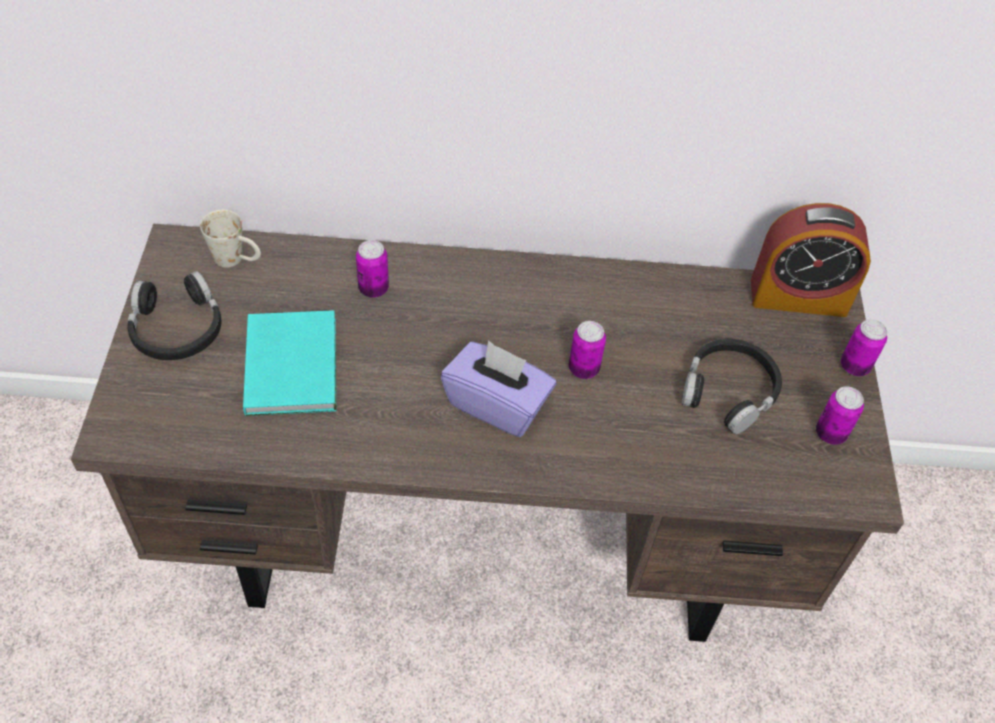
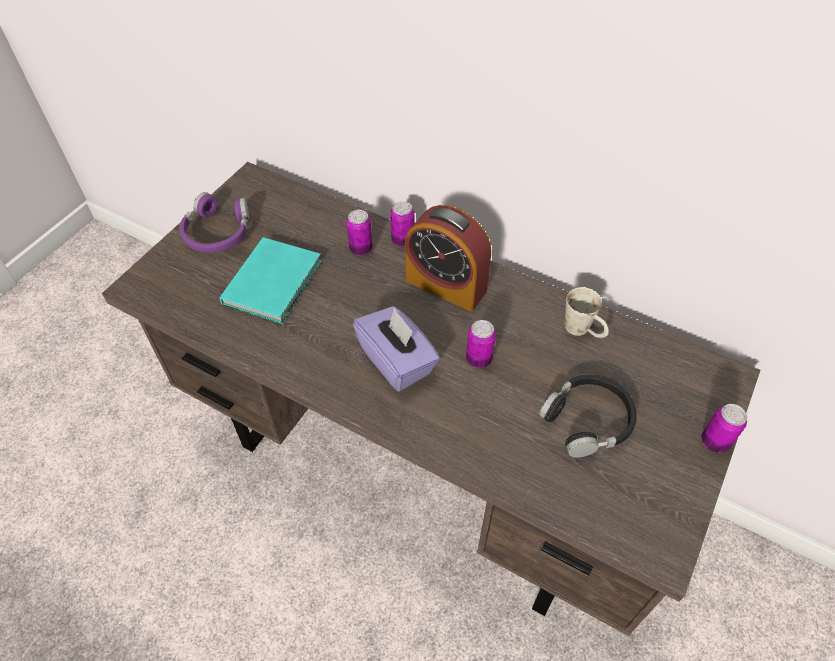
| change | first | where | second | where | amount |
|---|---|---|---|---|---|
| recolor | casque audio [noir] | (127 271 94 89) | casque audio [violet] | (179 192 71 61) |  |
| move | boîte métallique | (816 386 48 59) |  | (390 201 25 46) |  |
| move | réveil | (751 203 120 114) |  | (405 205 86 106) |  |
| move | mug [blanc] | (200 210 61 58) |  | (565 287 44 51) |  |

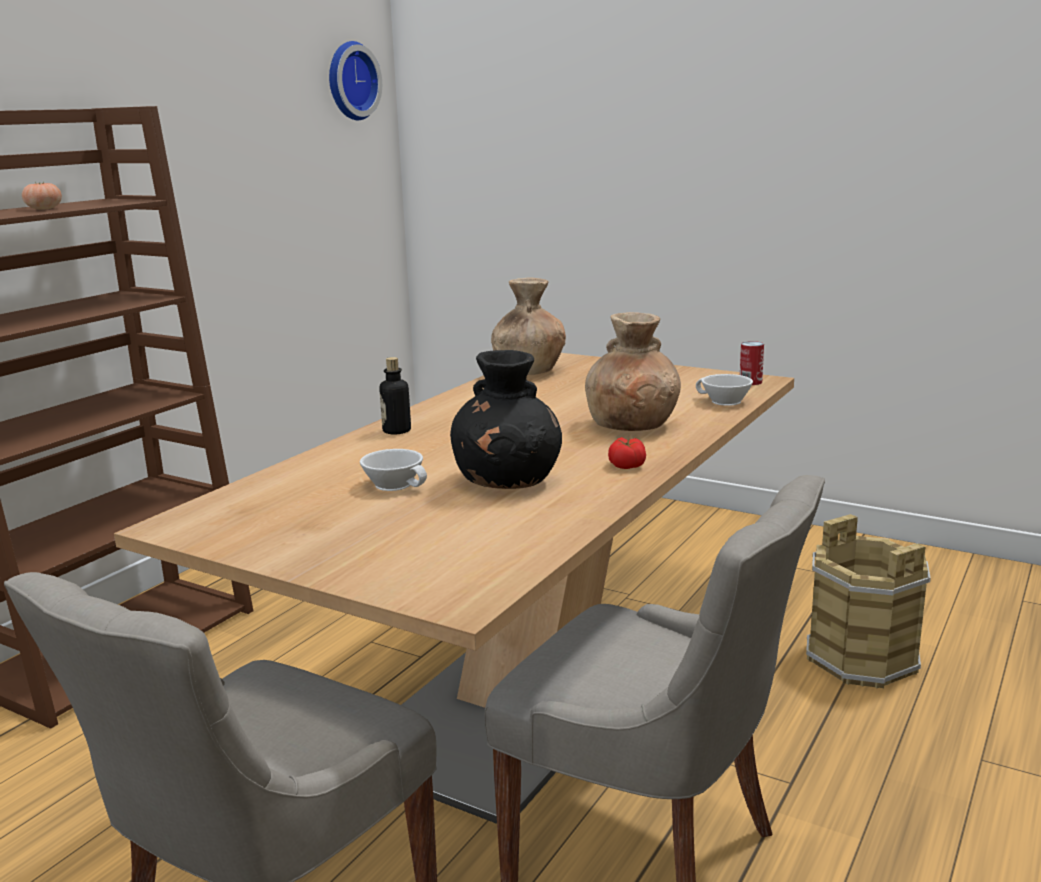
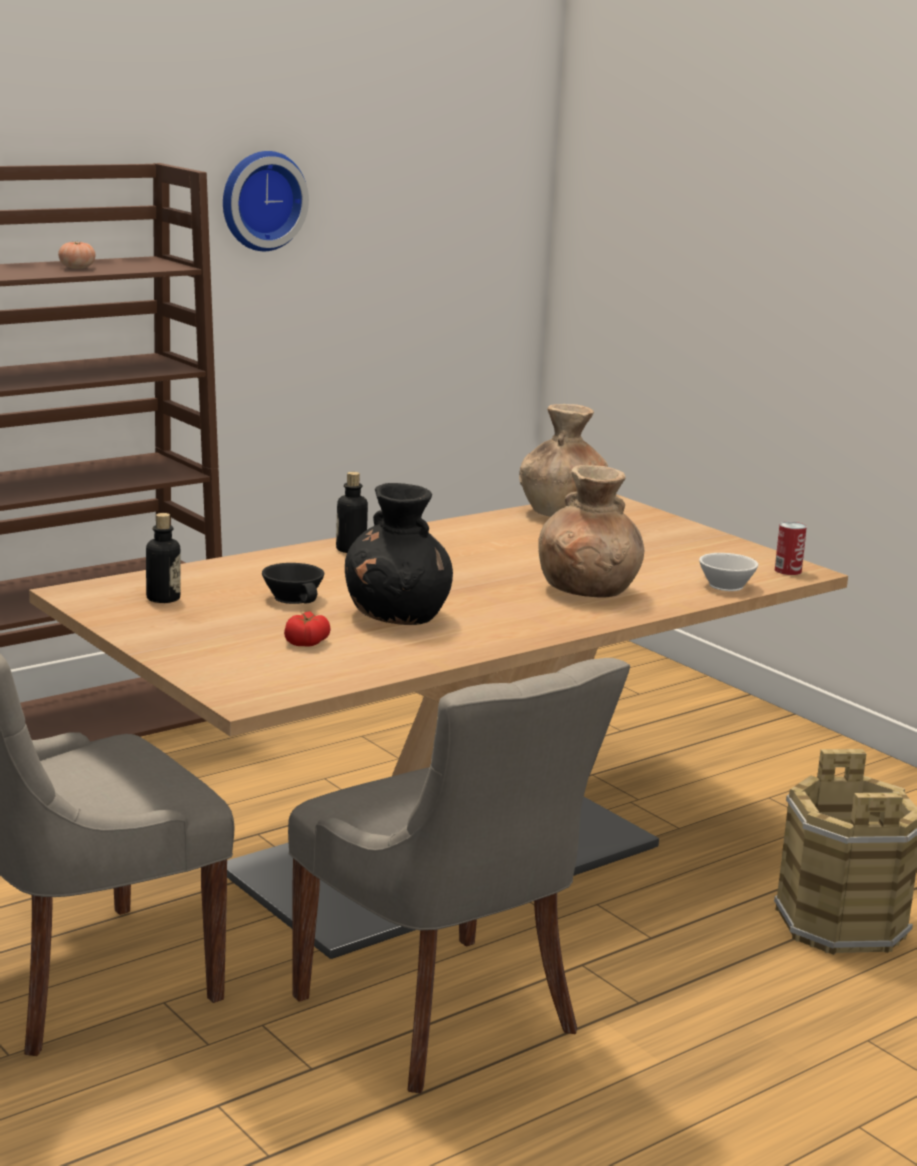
| change | first | where | second | where | amount |
|---|---|---|---|---|---|
| insert |  |  | bouteille | (146 513 35 90) |  |
| move | horloge murale | (329 41 53 79) |  | (223 151 86 100) |  |
| recolor | tasse [blanc] | (360 449 67 42) | tasse [noir] | (262 563 62 41) |  |
| move | tomate | (608 437 38 32) |  | (284 612 47 35) |  |

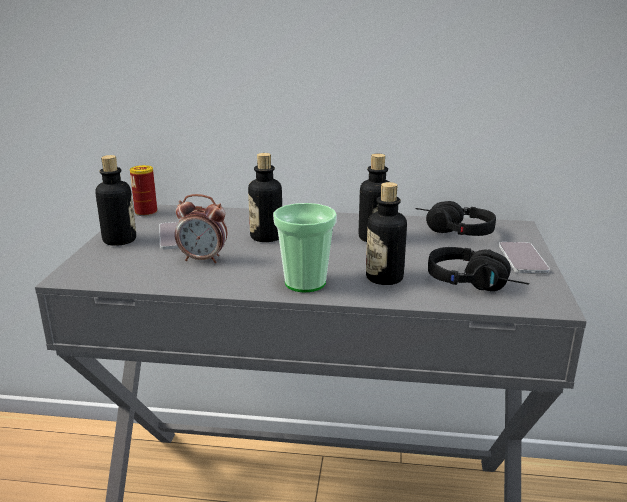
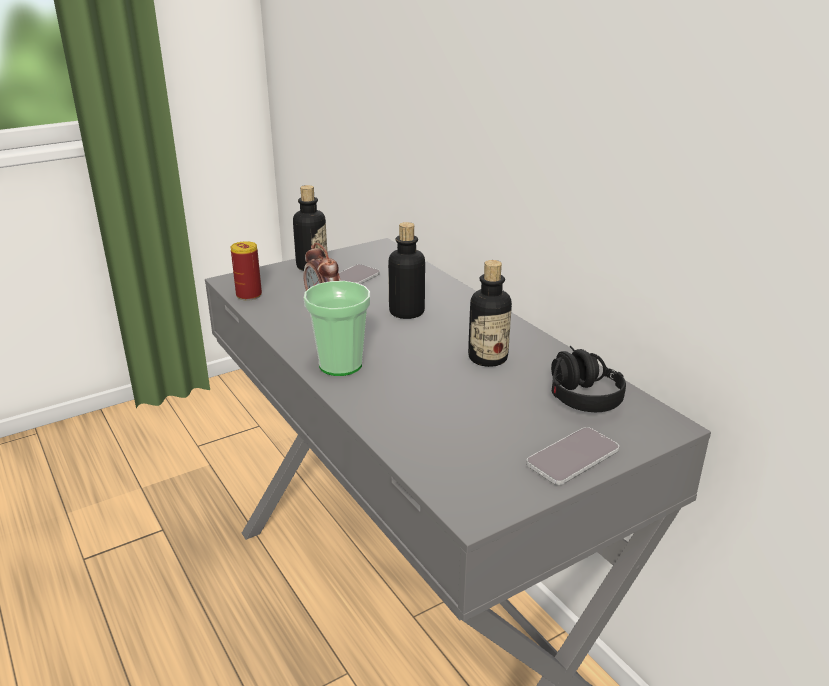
| change | first | where | second | where | amount |
|---|---|---|---|---|---|
| move | boîte métallique | (130 165 27 51) |  | (230 241 32 60) |  |
| delete | bouteille | (366 182 41 103) |  |  |  |
| delete | casque audio [noir] | (428 247 101 44) |  |  |  |

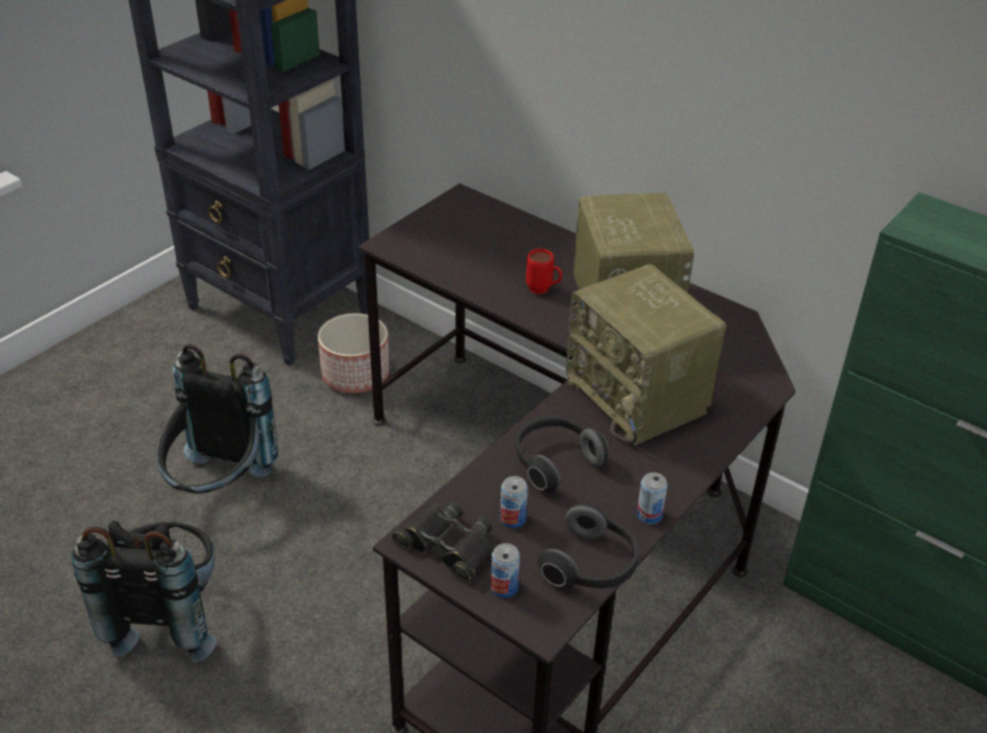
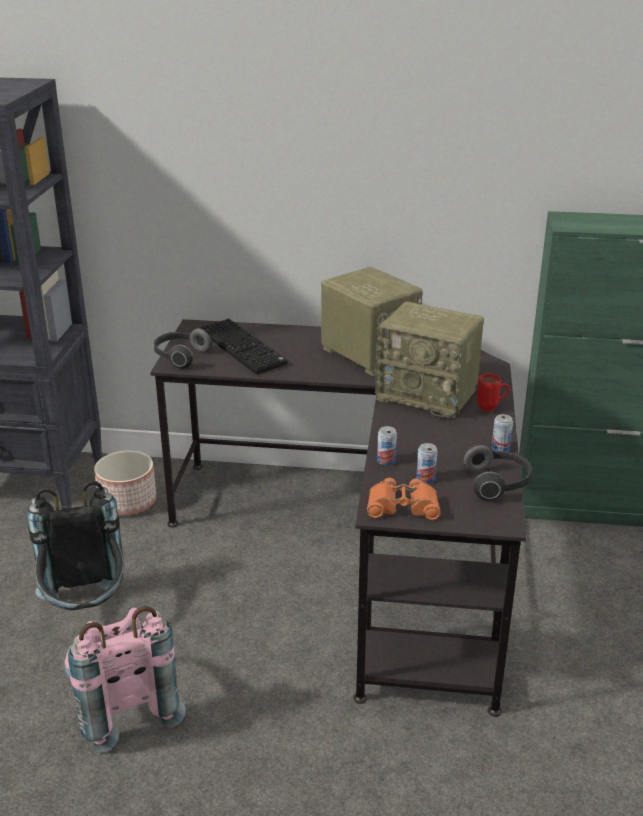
| change | first | where | second | where | amount |
|---|---|---|---|---|---|
| recolor | sac à dos [noir] | (72 521 144 141) | sac à dos [rose] | (64 606 122 147) |  |
| move | casque audio | (515 416 93 77) |  | (154 328 58 41) |  |
| insert |  |  | clavier | (201 318 87 57) |  |
| recolor | jumelles [noir] | (392 501 103 82) | jumelles [orange] | (367 478 74 42) |  |
| move | boîte métallique | (491 543 29 55) |  | (377 426 20 40) |  |
| move | mug [rouge] | (526 249 36 45) |  | (477 374 32 38) |  |

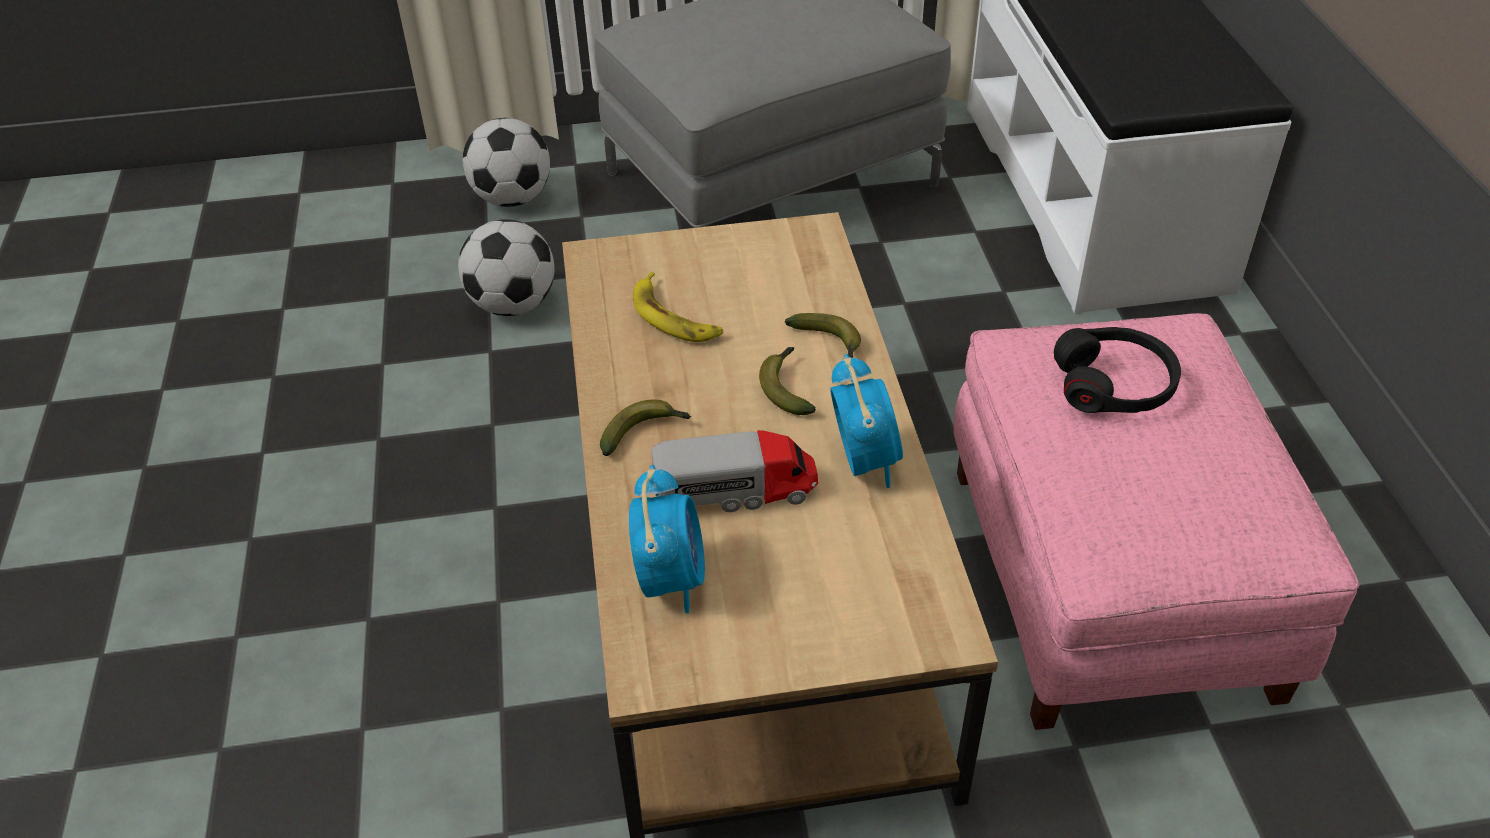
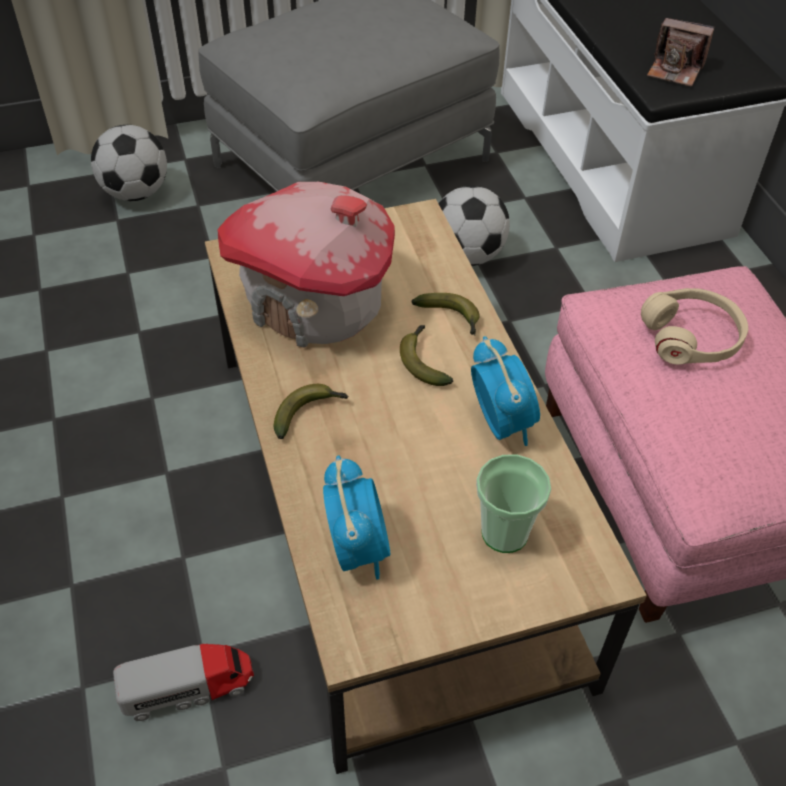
| change | first | where | second | where | amount |
|---|---|---|---|---|---|
| move | camion jouet | (651 430 167 82) |  | (113 644 141 77) |  |
| replace | banane | (633 272 90 70) | maison miniature | (217 182 178 166) |  |
| move | ballon de foot | (458 219 97 97) |  | (438 186 72 80) |  |
| insert |  |  | tasse | (476 454 75 99) |  |
| recolor | casque audio [noir] | (1054 327 127 86) | casque audio [beige] | (641 288 107 77) |  |
| insert |  |  | appareil photo | (647 18 67 69) |  |

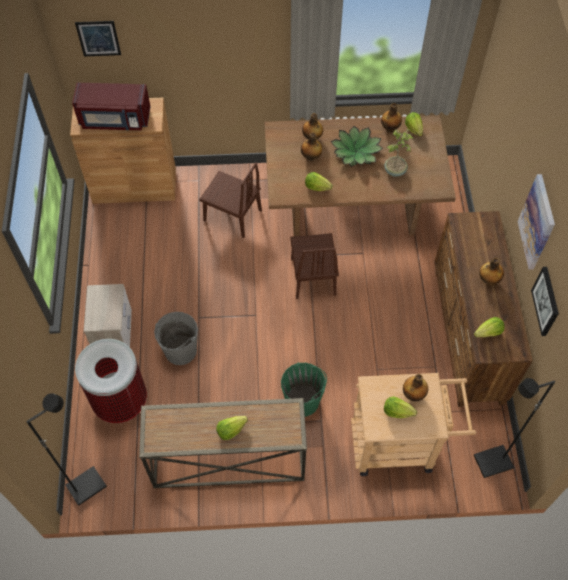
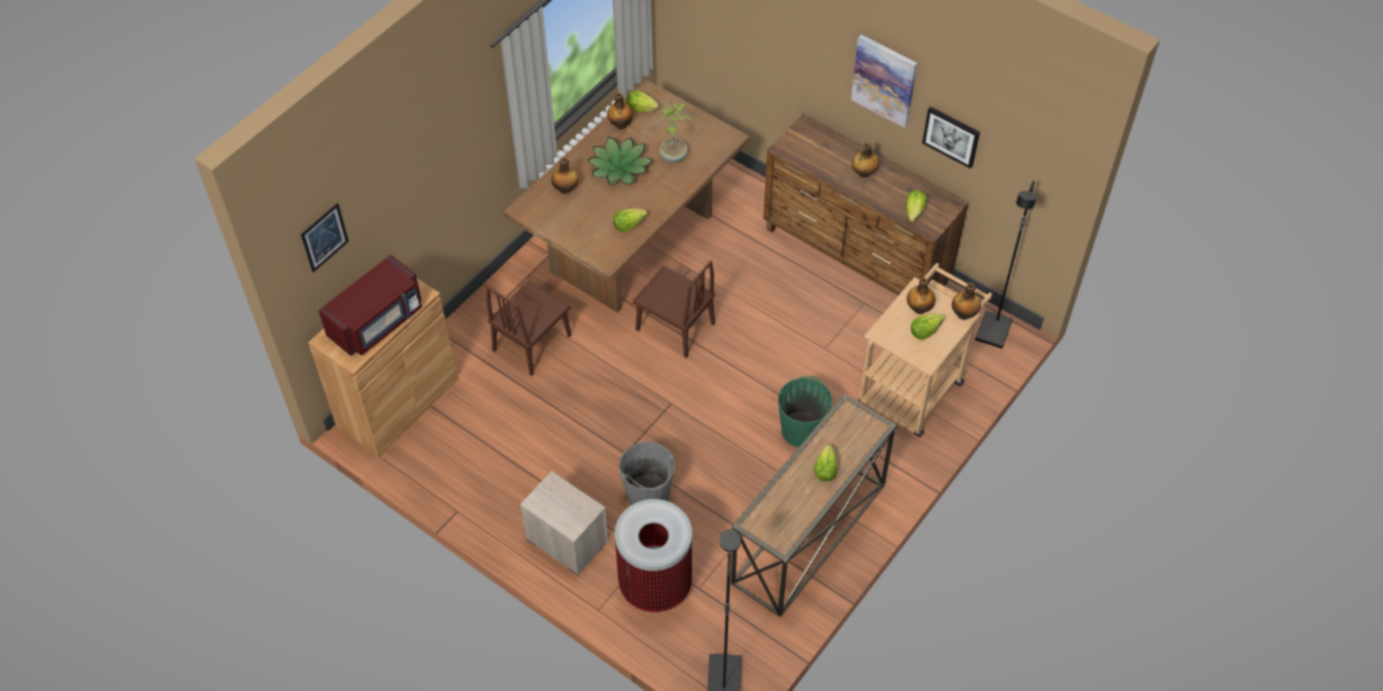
| change | first | where | second | where | amount |
|---|---|---|---|---|---|
| rotate | chaise [marron] | (199 162 63 76) |  | (486 281 86 95) | 150 degrees clockwise |
| move | bouteille | (301 132 21 29) |  | (952 283 29 37) |  |

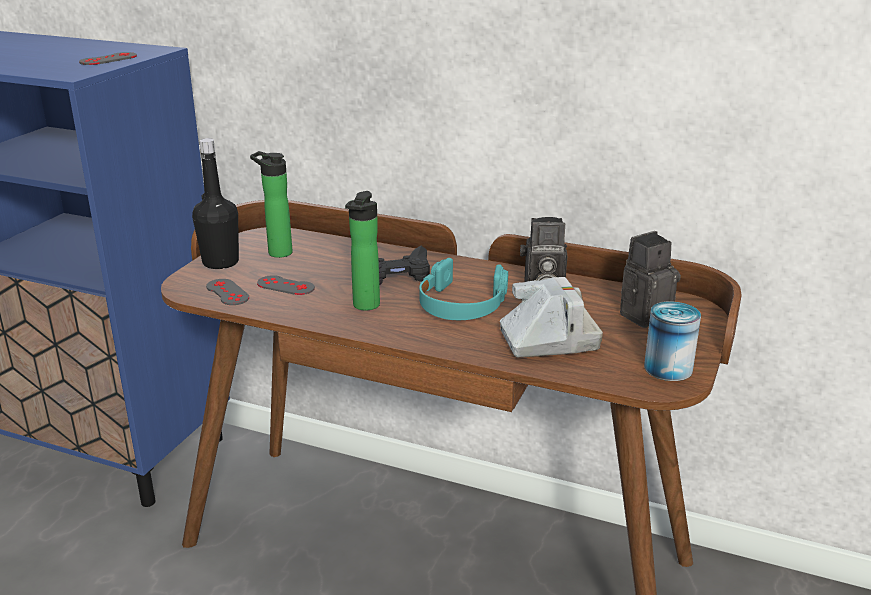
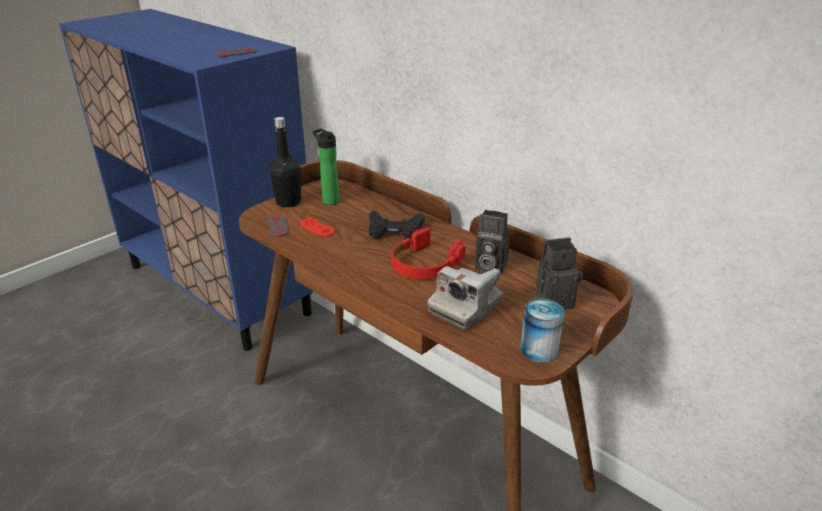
| change | first | where | second | where | amount |
|---|---|---|---|---|---|
| recolor | manette [gris] | (257 275 58 20) | manette [rouge] | (300 218 35 19) |  |
| recolor | casque audio [turquoise] | (419 258 89 62) | casque audio [rouge] | (392 228 74 51) |  |
| rotate | appareil photo | (500 277 103 81) |  | (427 266 76 63) | 120 degrees clockwise |
| delete | bouteille | (345 191 35 120) |  |  |  |

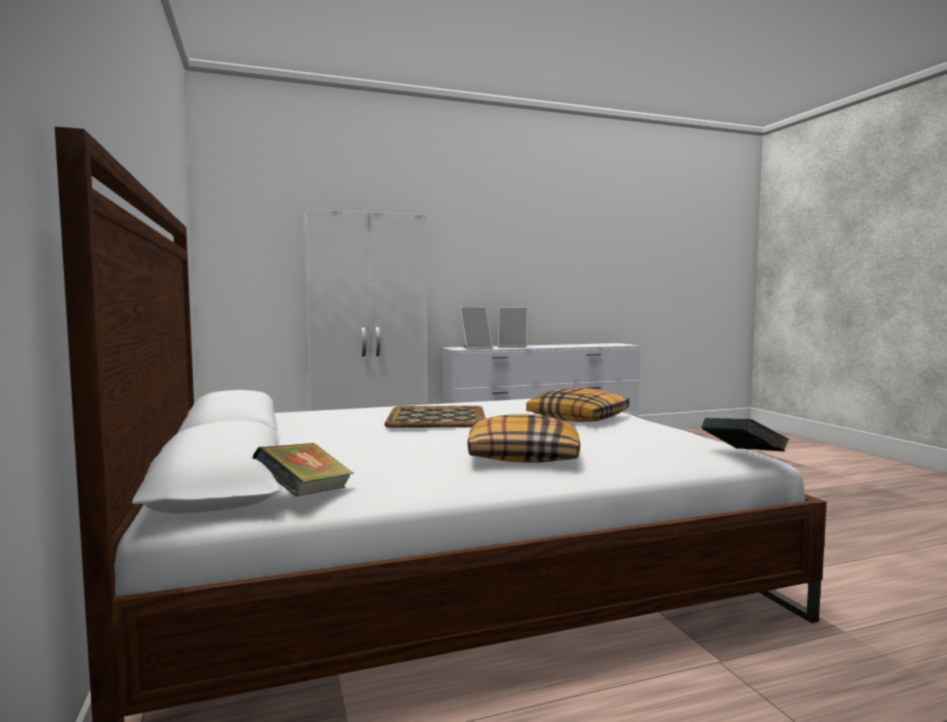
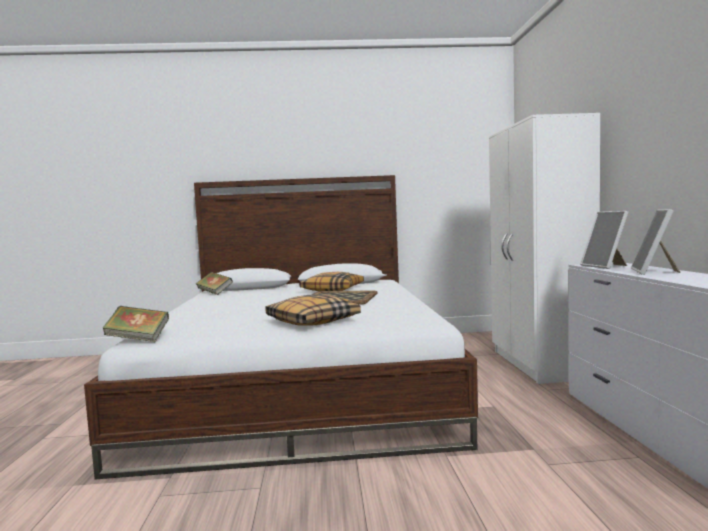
| change | first | where | second | where | amount |
|---|---|---|---|---|---|
| move | coussin | (468 414 112 49) |  | (299 272 65 19) |  |

